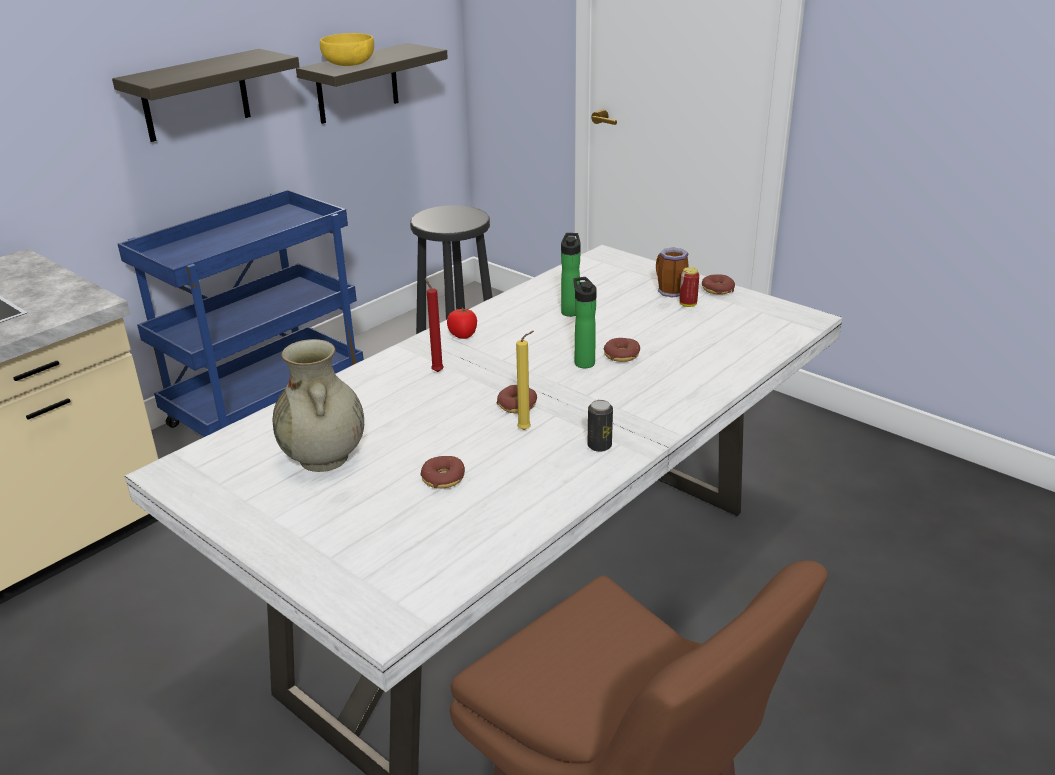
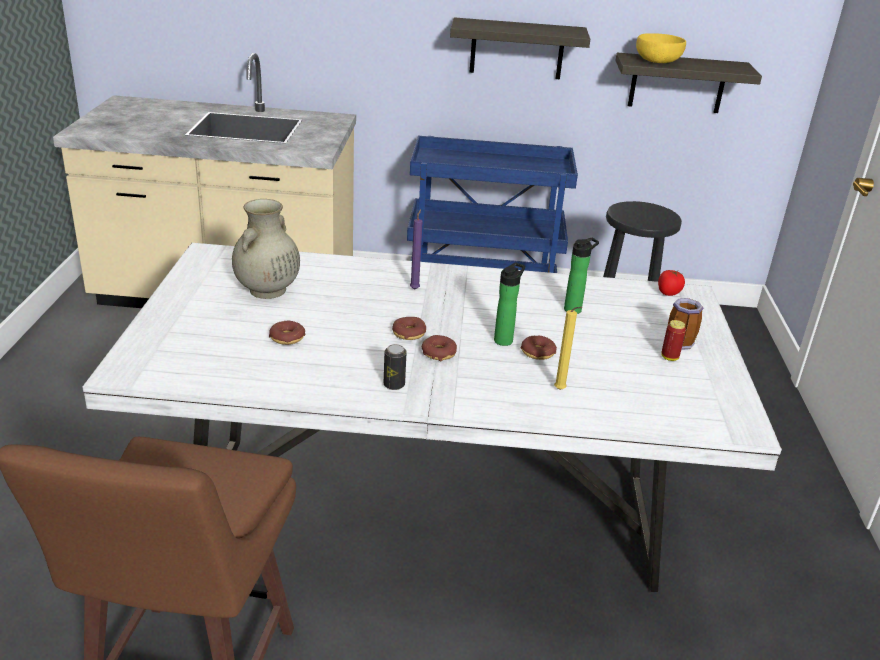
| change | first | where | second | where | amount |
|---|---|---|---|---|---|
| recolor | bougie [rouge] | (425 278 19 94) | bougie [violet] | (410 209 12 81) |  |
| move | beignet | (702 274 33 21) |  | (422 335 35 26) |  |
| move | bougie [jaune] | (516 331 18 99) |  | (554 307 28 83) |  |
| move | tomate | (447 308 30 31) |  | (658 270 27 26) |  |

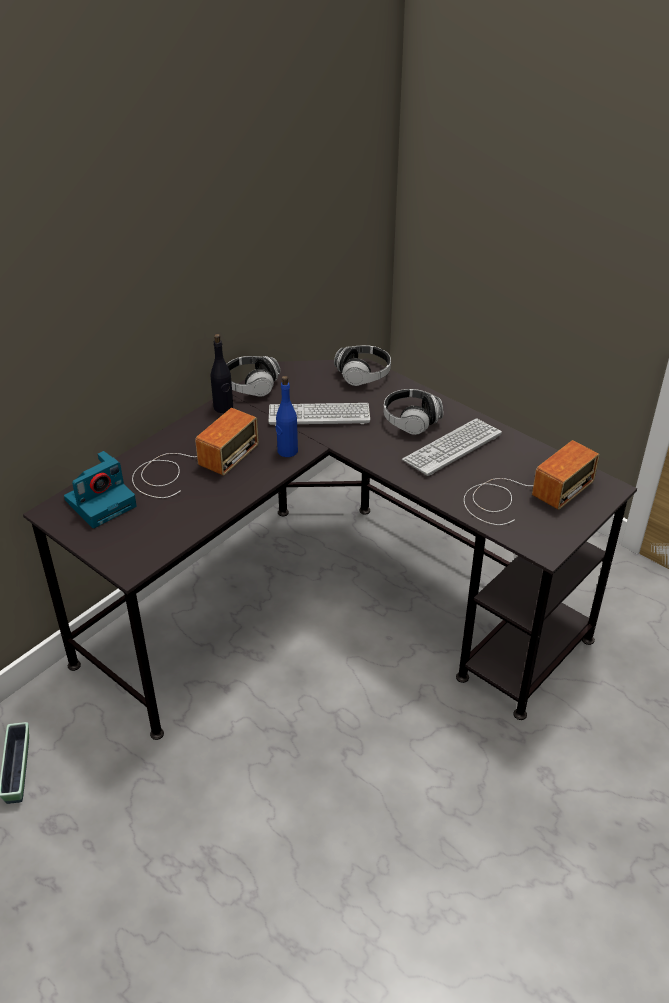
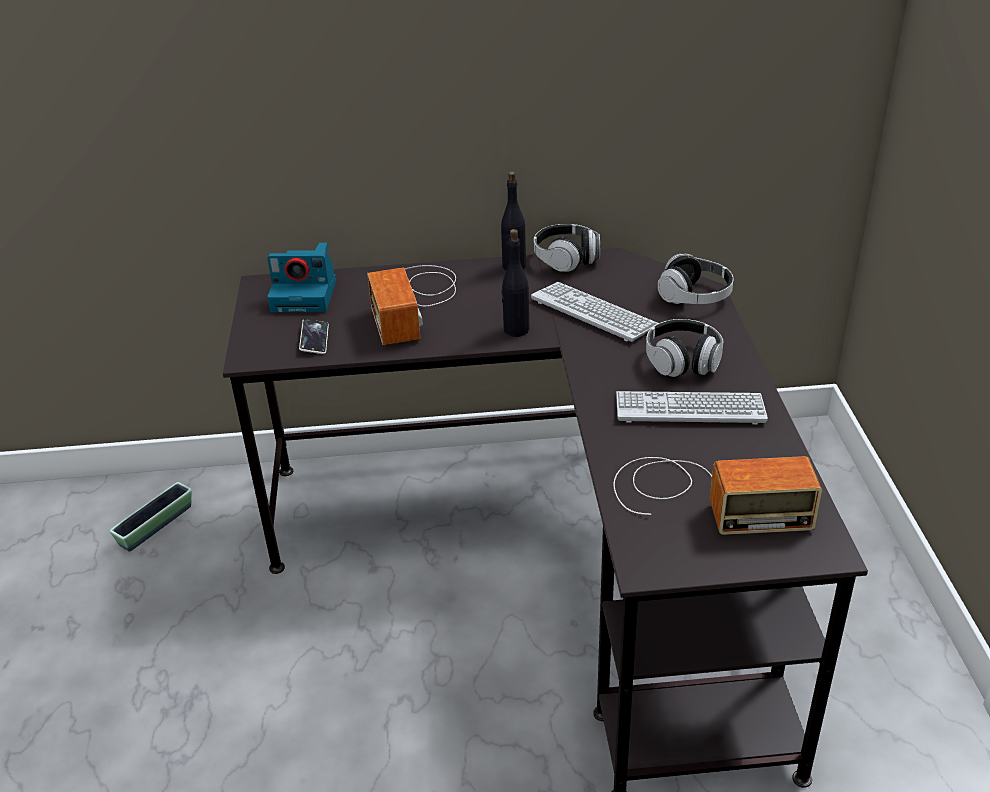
| change | first | where | second | where | amount |
|---|---|---|---|---|---|
| insert |  |  | téléphone | (299 319 30 35) |  |
| rotate | radio | (132 408 127 90) |  | (367 265 89 80) | 90 degrees clockwise |
| recolor | bouteille [bleu] | (276 376 22 81) | bouteille [noir] | (501 229 28 108) |  |

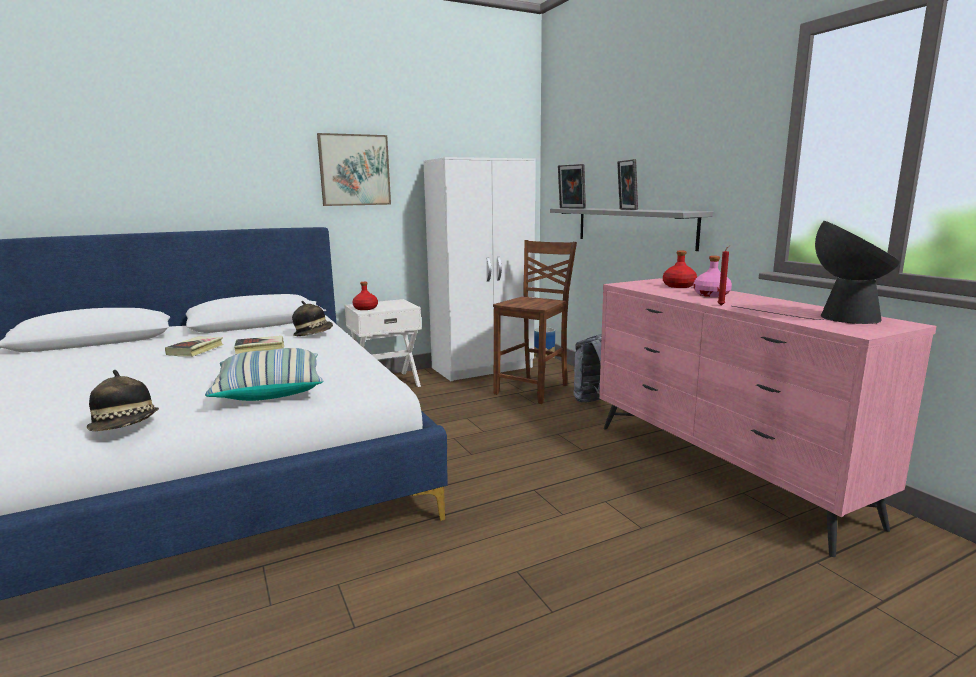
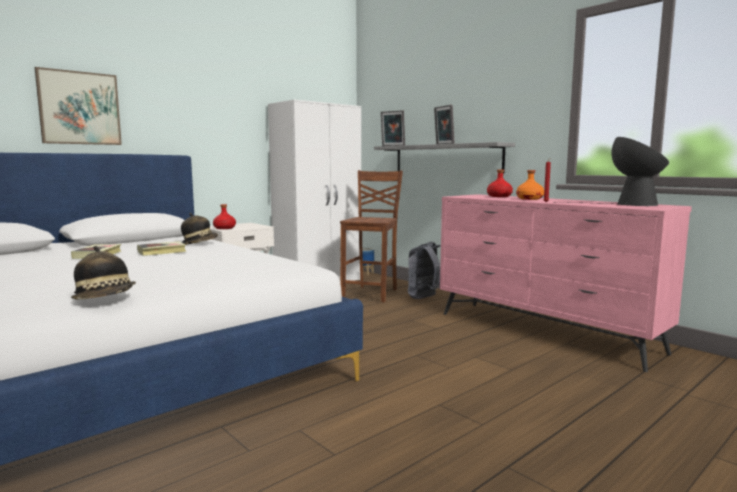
| change | first | where | second | where | amount |
|---|---|---|---|---|---|
| move | tableau | (317 133 74 73) |  | (35 67 87 78) |  |
| recolor | bouteille [rose] | (693 256 39 41) | bouteille [orange] | (516 170 28 30) |  |
| delete | coussin | (205 348 118 53) |  |  |  |

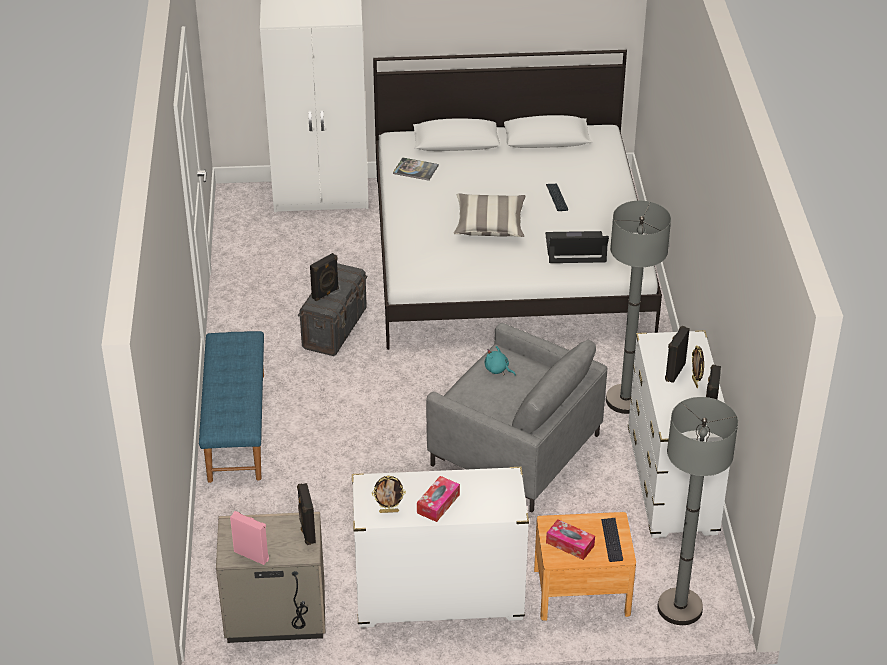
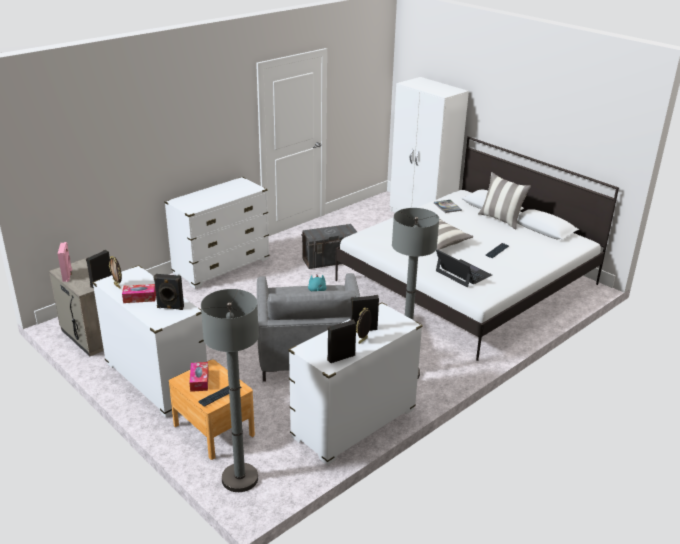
| change | first | where | second | where | amount |
|---|---|---|---|---|---|
| move | enceinte [noir] | (310 253 29 48) |  | (153 274 31 36) |  |
| replace | banc [bleu] | (199 331 65 152) | commode [blanc] | (164 177 106 112) |  |
| insert |  |  | coussin | (478 172 53 57) |  |

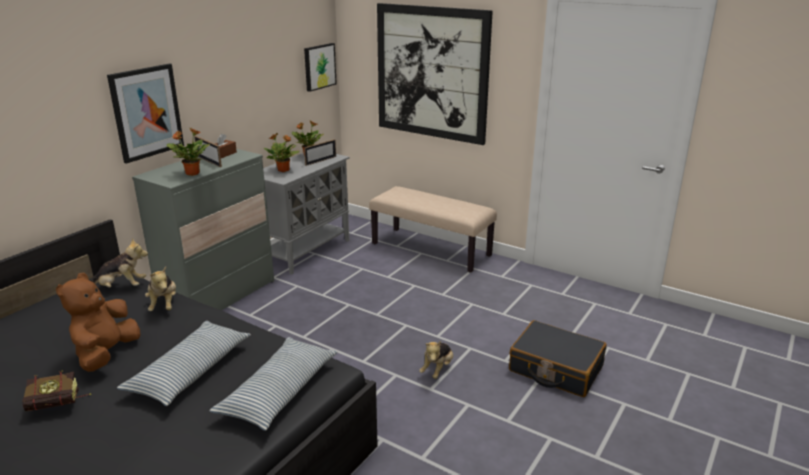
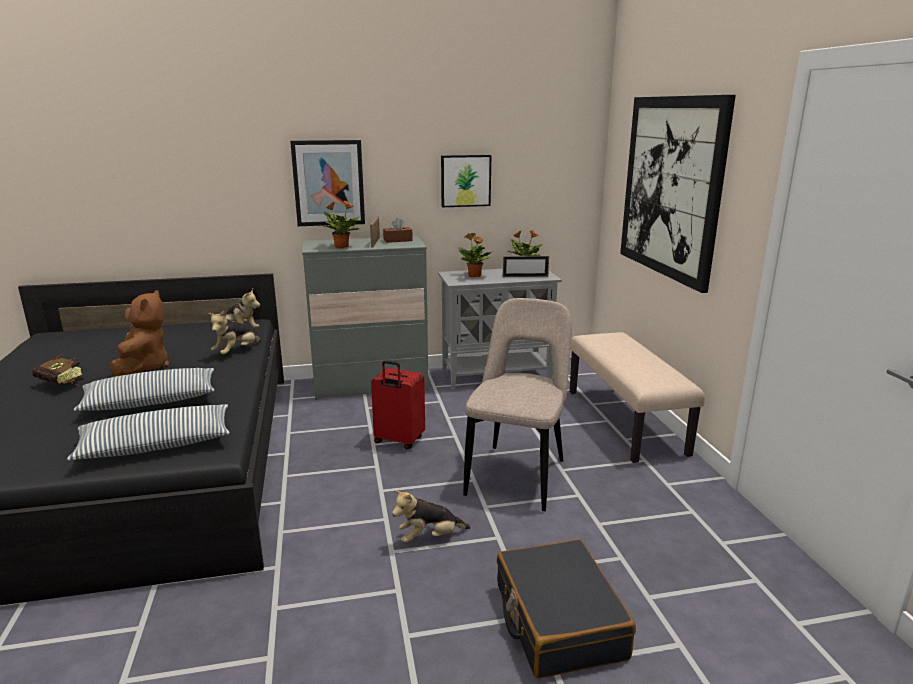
| change | first | where | second | where | amount |
|---|---|---|---|---|---|
| rotate | peluche [marron] | (56 272 85 100) |  | (110 290 59 86) | 120 degrees clockwise |
| insert |  |  | valise [rouge] | (371 360 54 89) |  |
| move | tableau | (304 43 33 49) |  | (441 155 50 52) |  |
| insert |  |  | chaise [beige] | (463 298 109 213) |  |

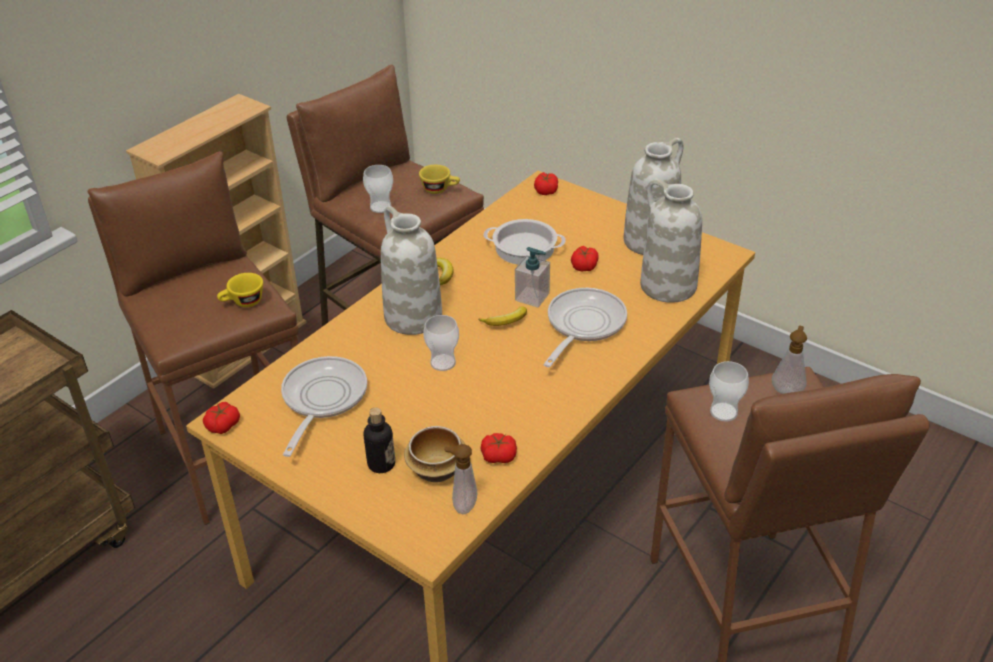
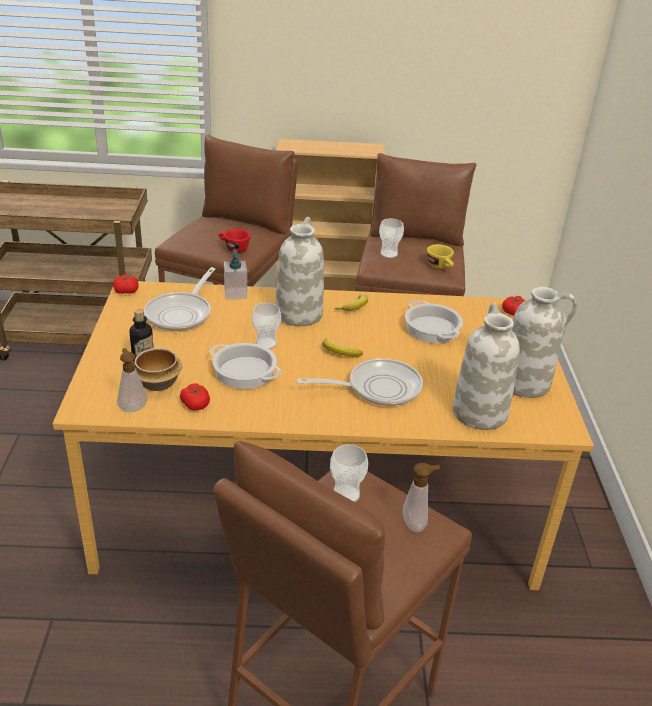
| change | first | where | second | where | amount |
|---|---|---|---|---|---|
| rotate | poêle | (281 356 86 101) |  | (144 267 71 64) | 135 degrees clockwise |
| insert |  |  | marmite | (210 343 72 46) |  |
| recolor | tasse [jaune] | (217 273 46 34) | tasse [rouge] | (219 229 32 24) |  |
| move | distributeur de savon | (515 247 35 61) |  | (224 249 23 50) |  |
| delete | tomate | (571 246 28 26) |  |  |  |

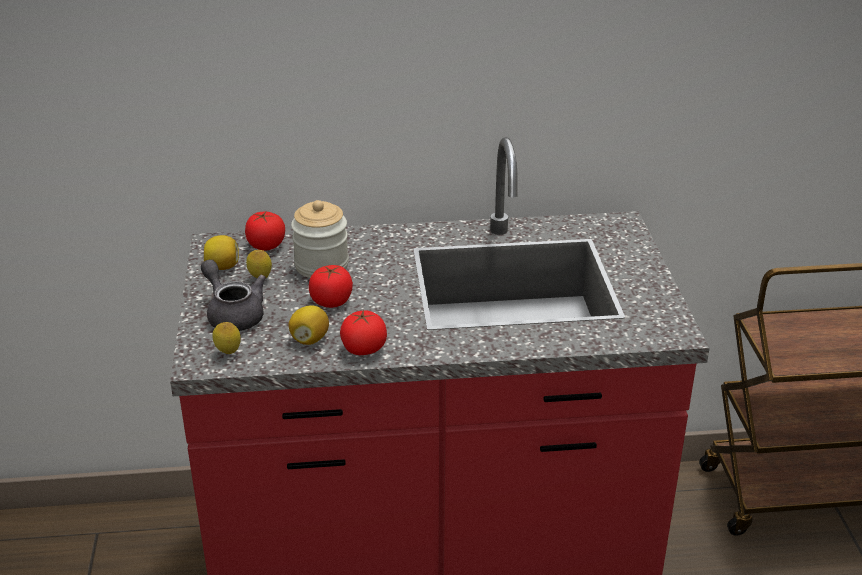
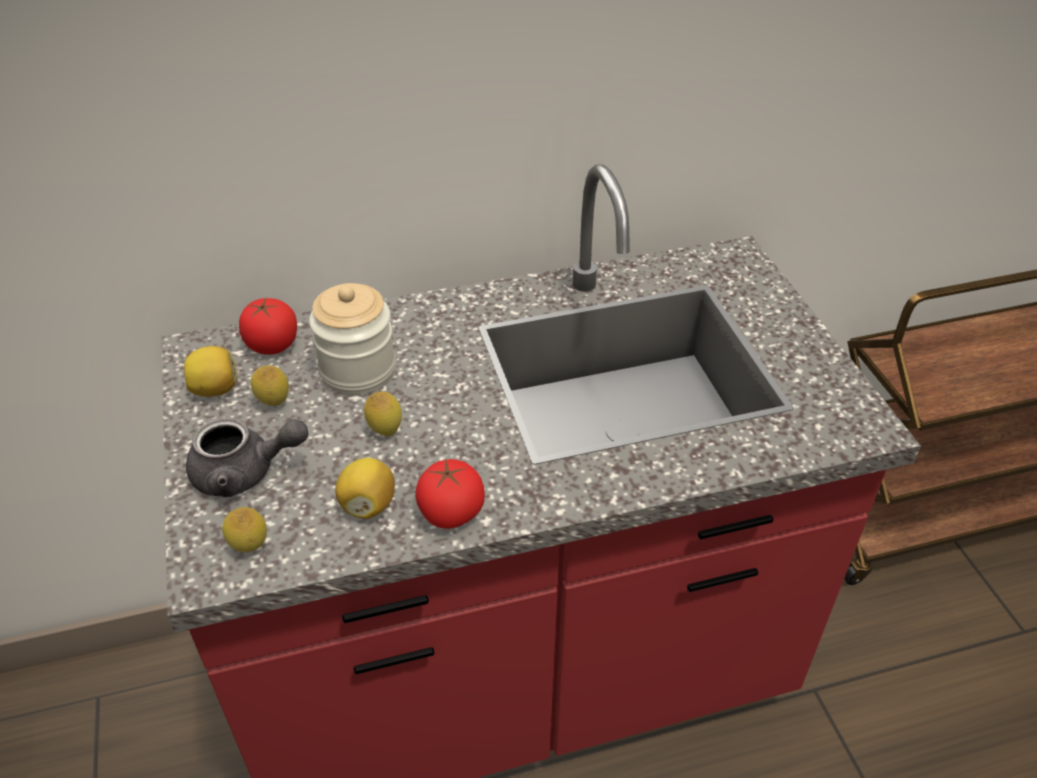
| change | first | where | second | where | amount |
|---|---|---|---|---|---|
| rotate | théière [gris] | (201 259 65 72) |  | (186 417 123 80) | 135 degrees clockwise |
| replace | tomate | (309 265 44 43) | citron | (364 392 38 44) |  |

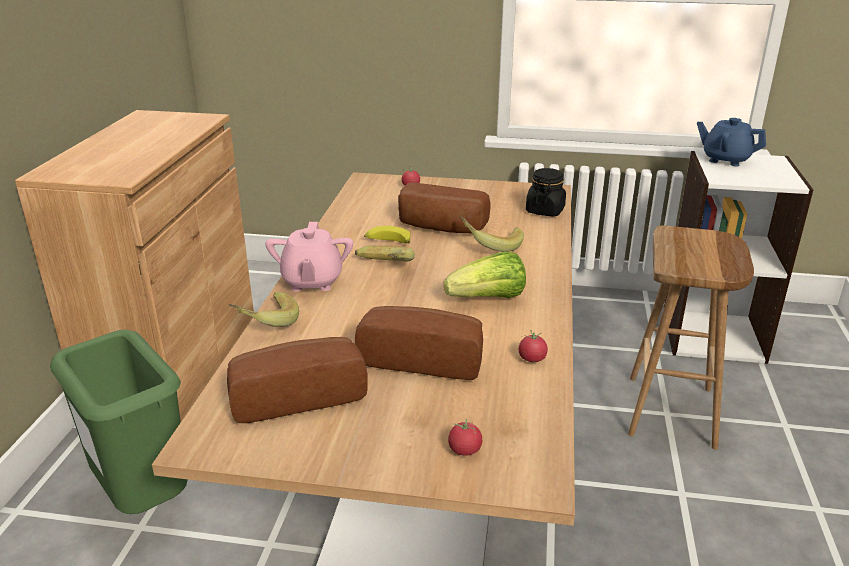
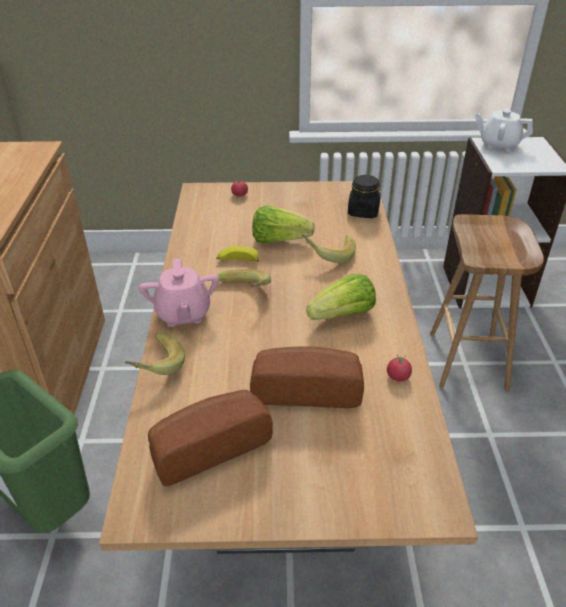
| change | first | where | second | where | amount |
|---|---|---|---|---|---|
| replace | pain | (398 182 92 51) | laitue | (252 205 63 38) |  |
| recolor | théière [bleu] | (697 118 69 49) | théière [blanc] | (475 108 58 44) |  |
| delete | tomate | (448 418 34 38) |  |  |  |

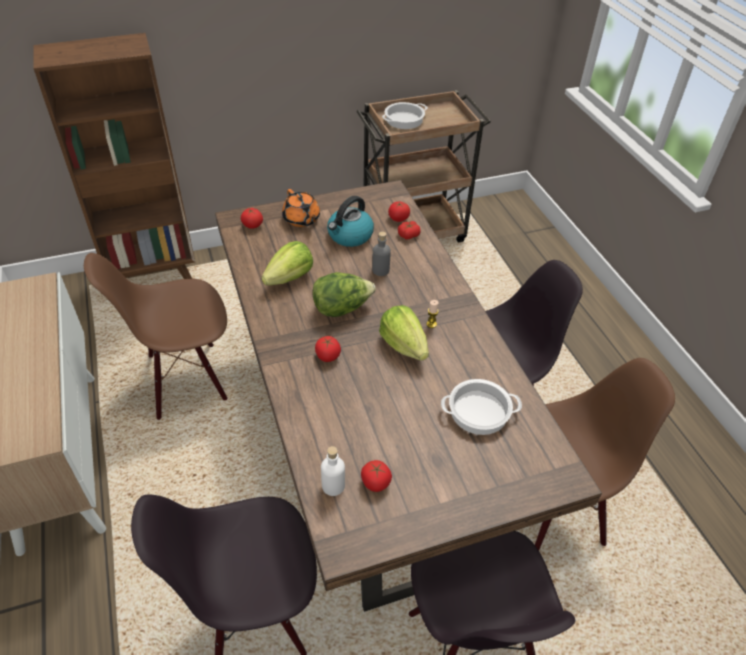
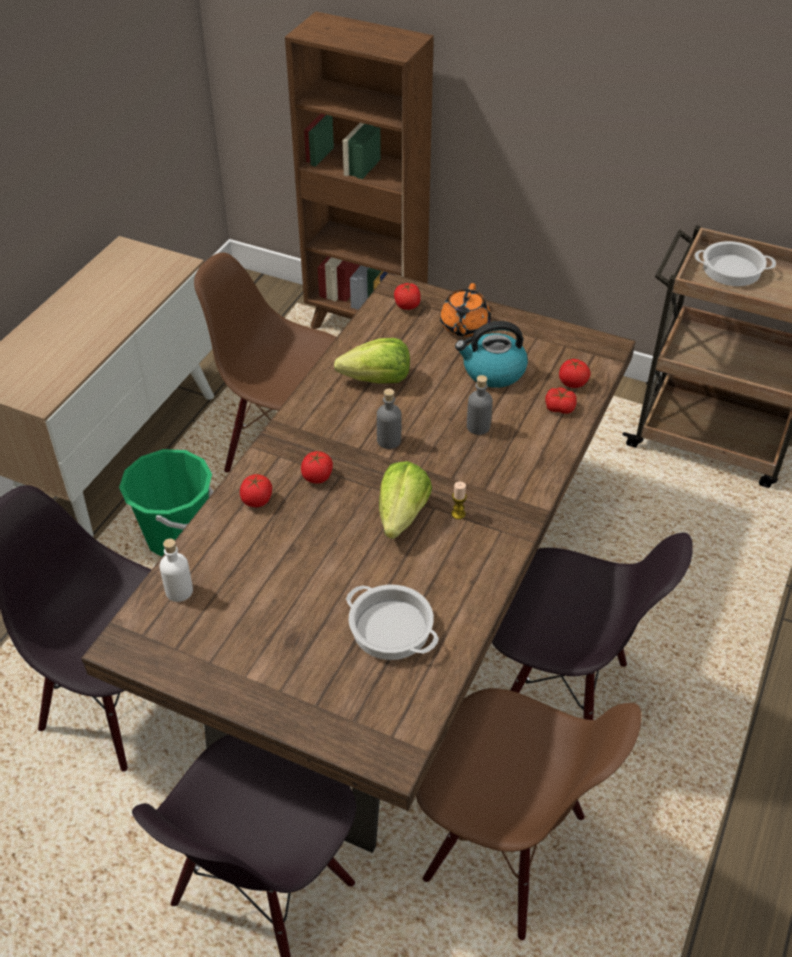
| change | first | where | second | where | amount |
|---|---|---|---|---|---|
| insert |  |  | seau [vert] | (119 449 94 108) |  |
| move | tomate | (361 460 31 32) |  | (240 474 32 33) |  |
| replace | laitue | (312 272 64 45) | bouteille [gris] | (377 389 24 60) |  |

